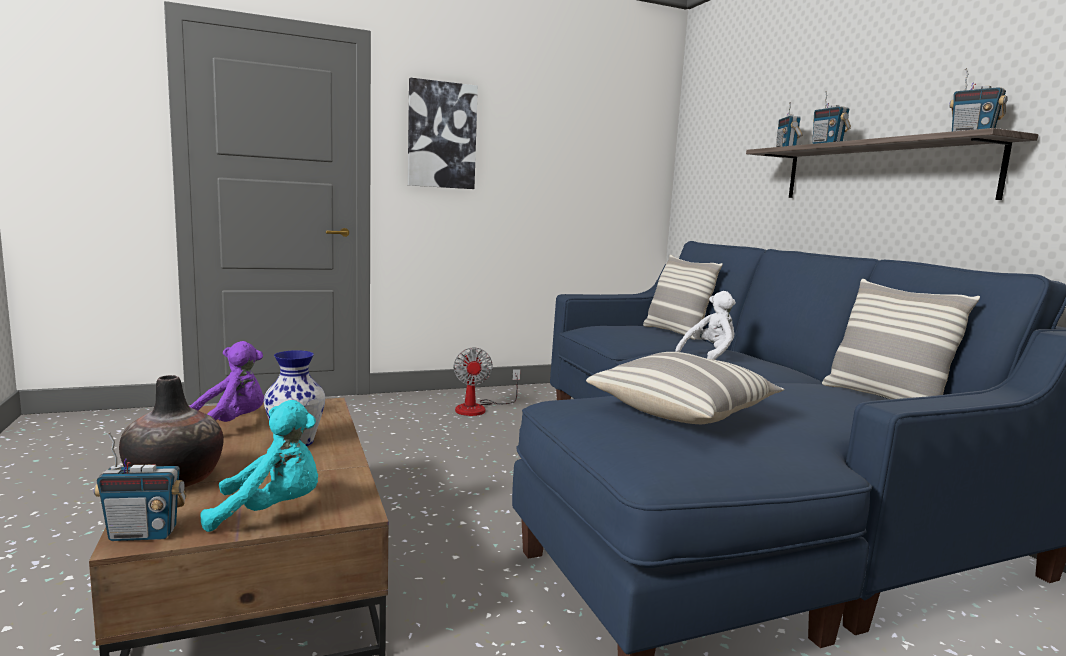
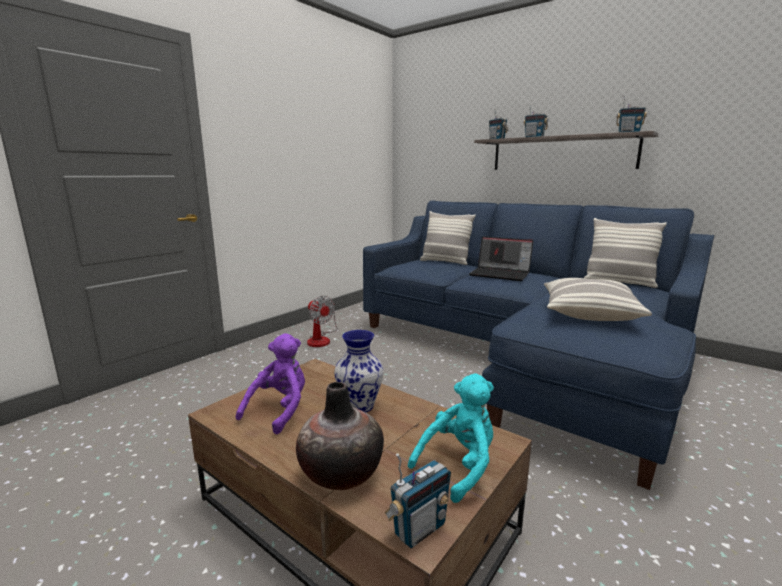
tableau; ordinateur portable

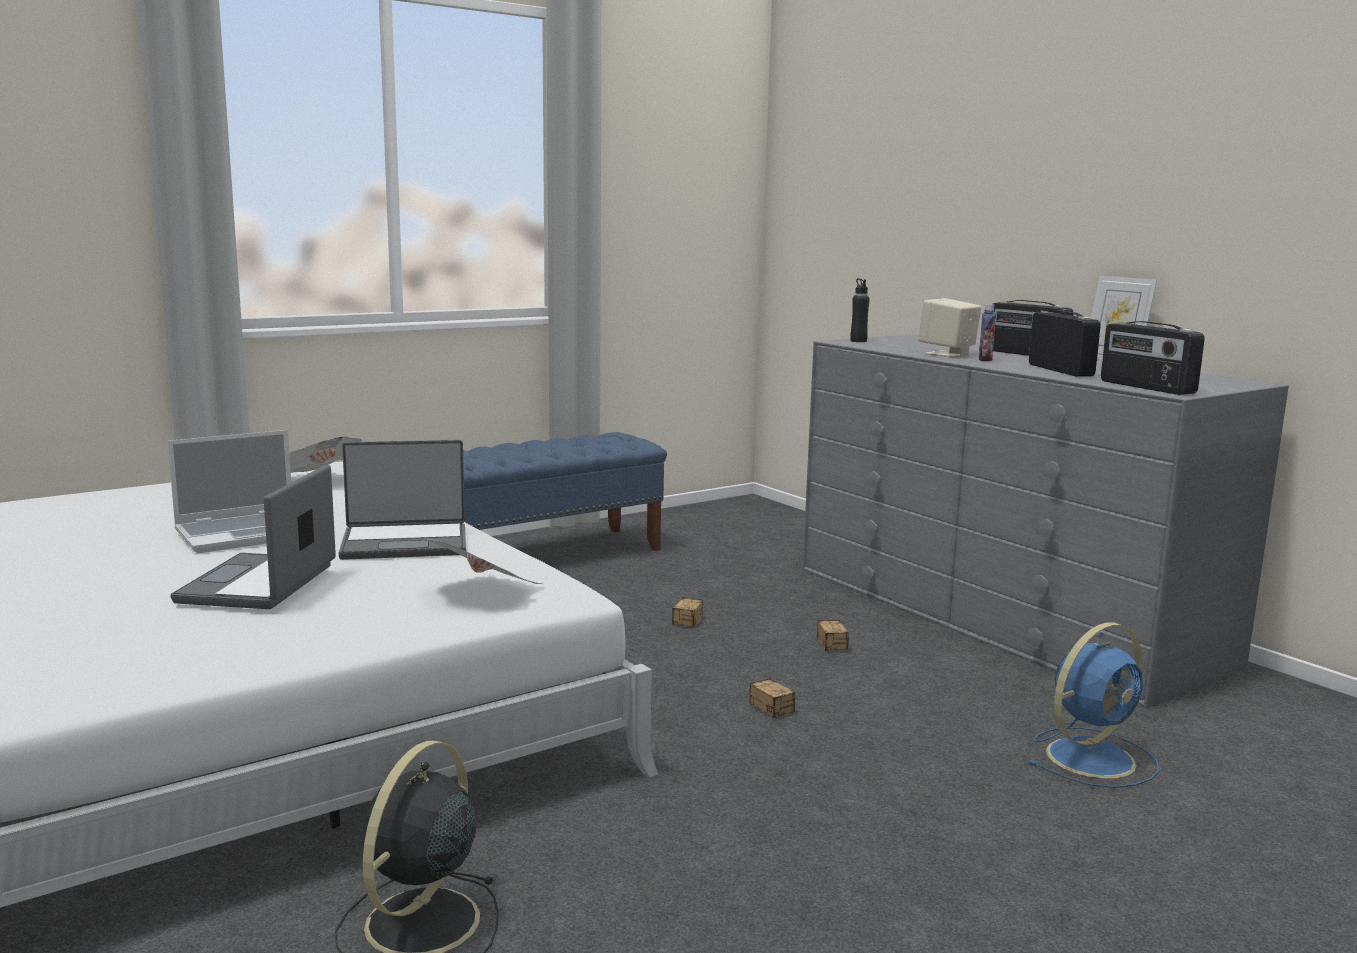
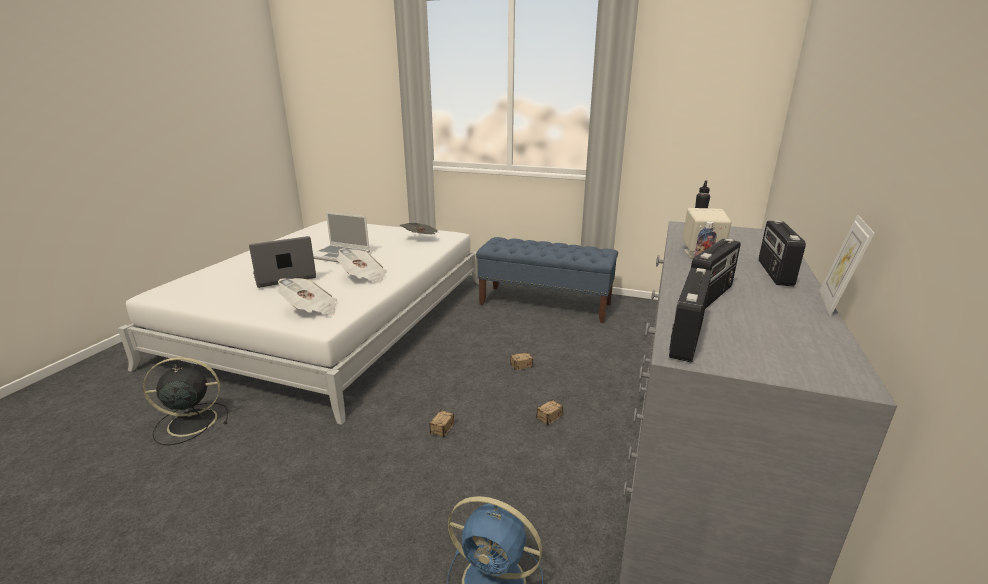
journal (no. 2 from left)

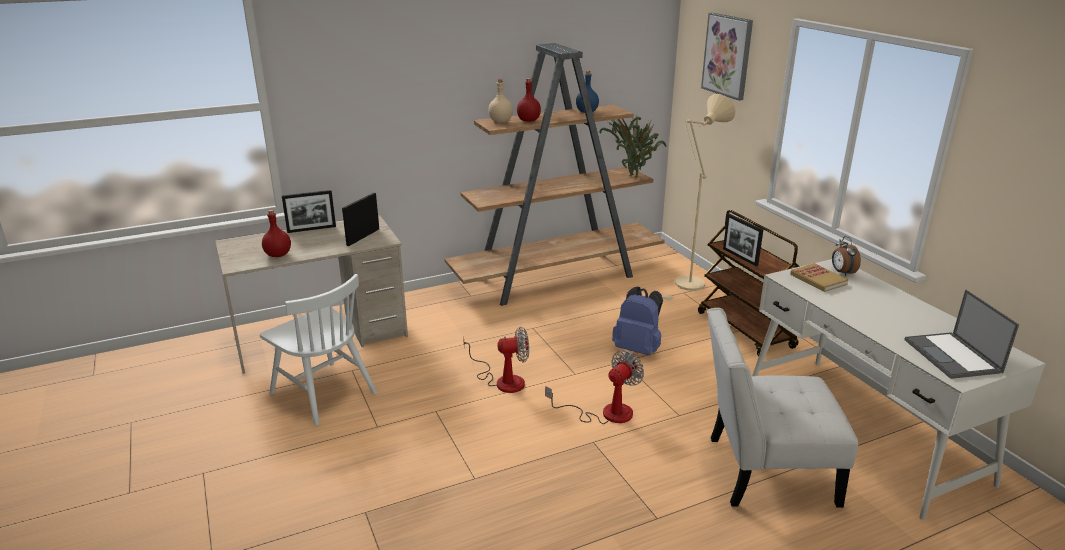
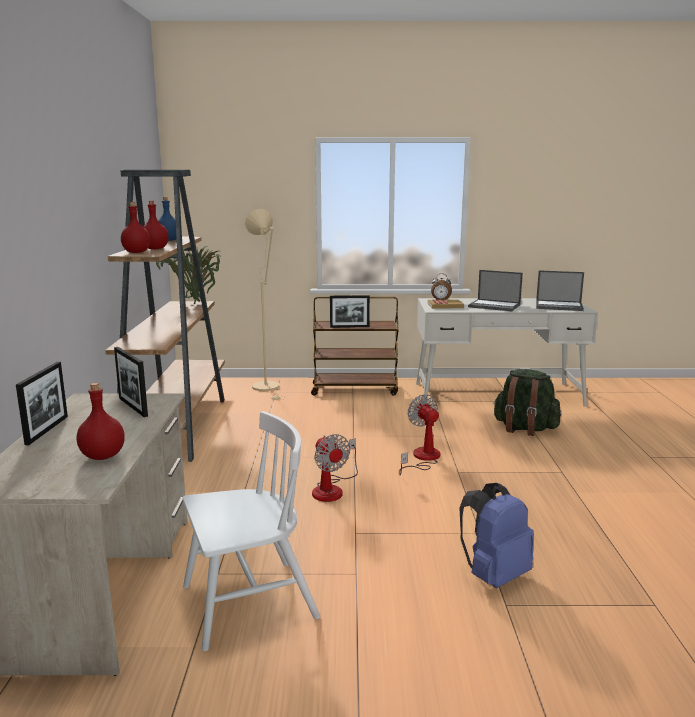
ventilateur (no. 1 from left); bouteille/rouge (no. 2 from left); sac à dos/bleu; tableau; sac à dos/vert; ordinateur portable (no. 1 from left)

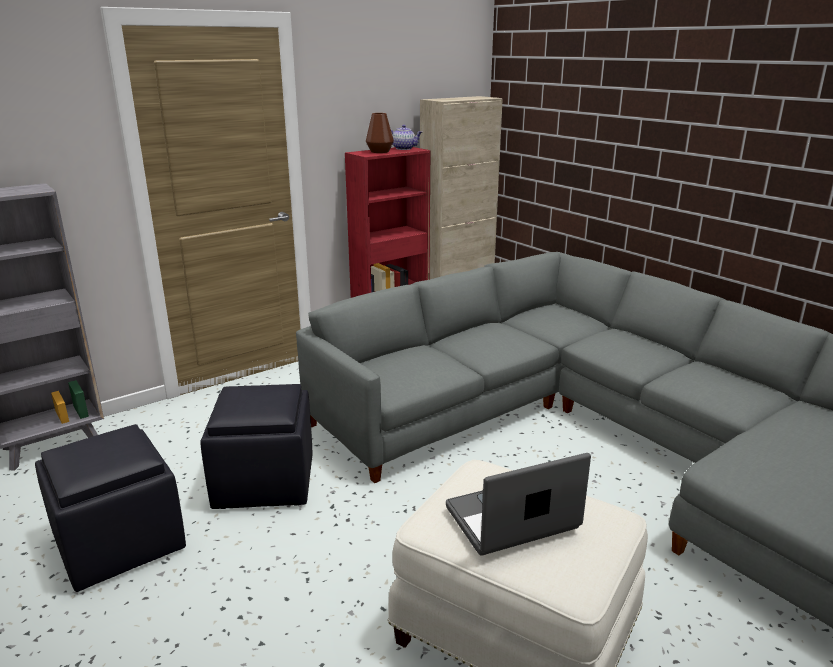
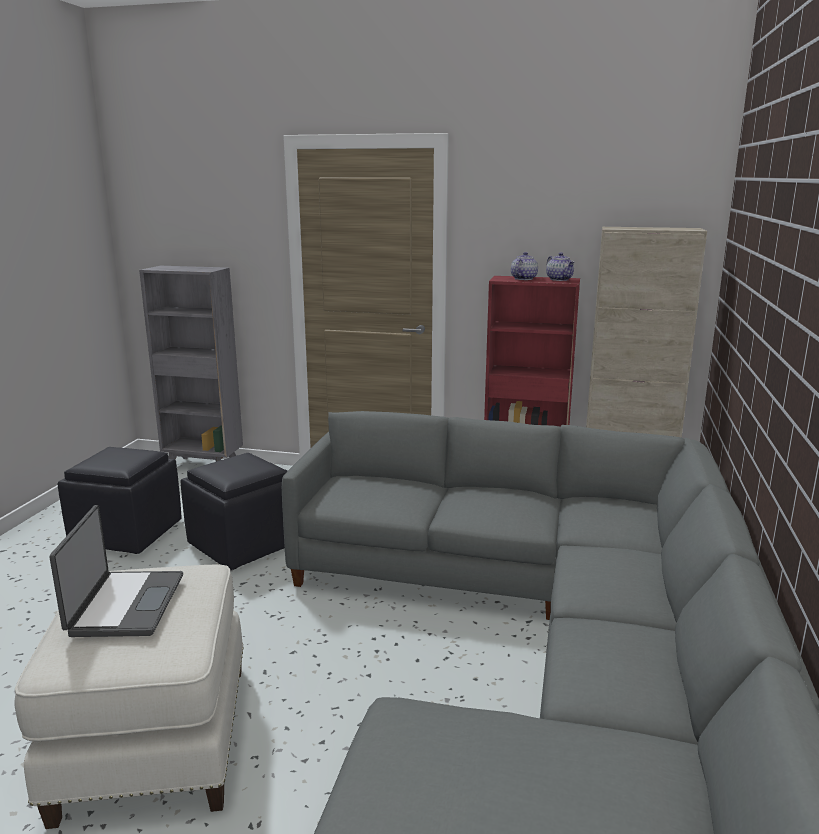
théière (no. 1 from left); ordinateur portable

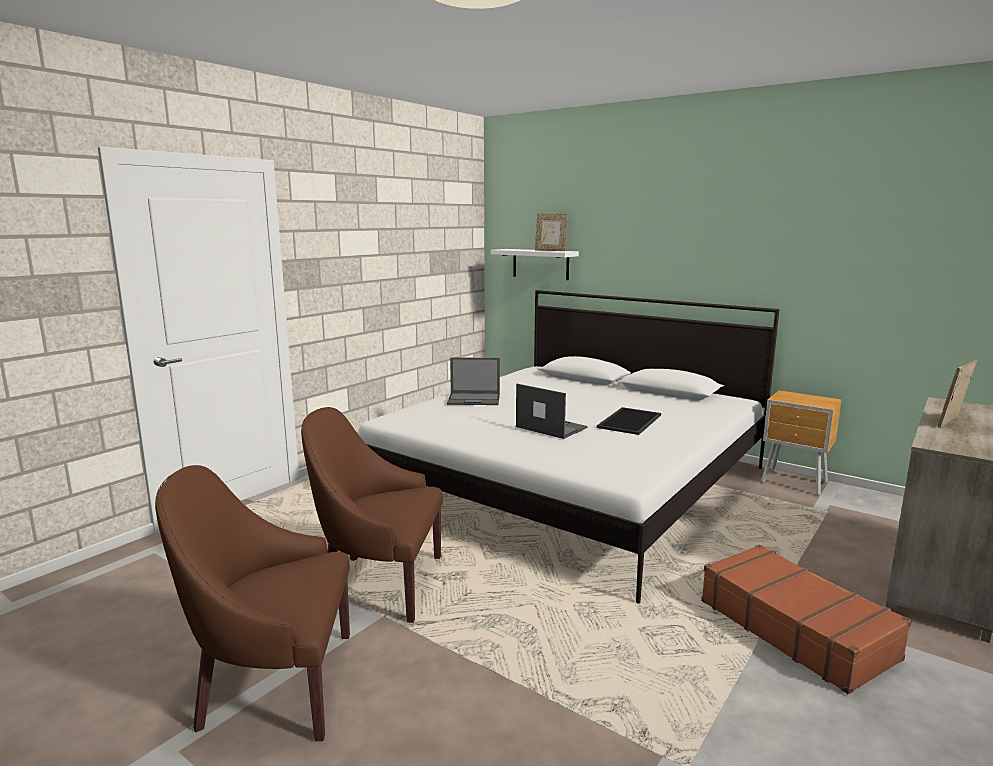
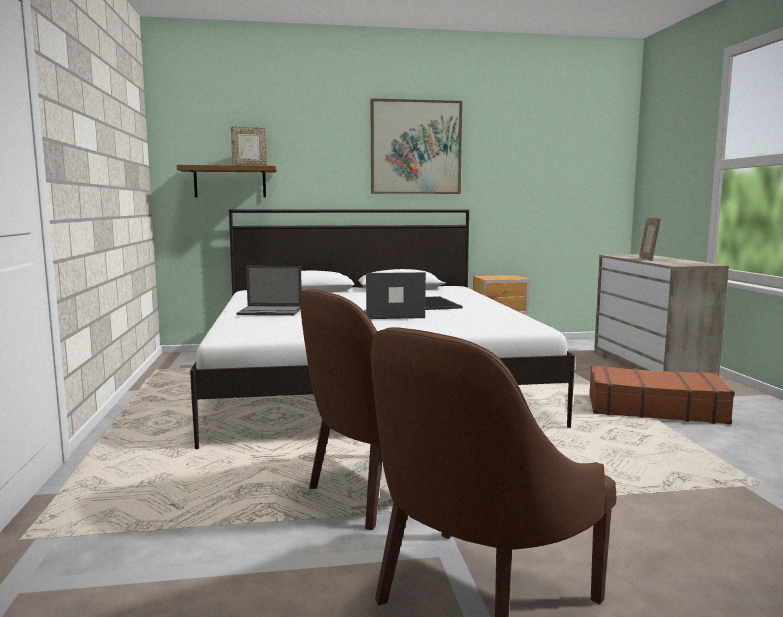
ordinateur portable (no. 1 from left); étagère/marron; tableau

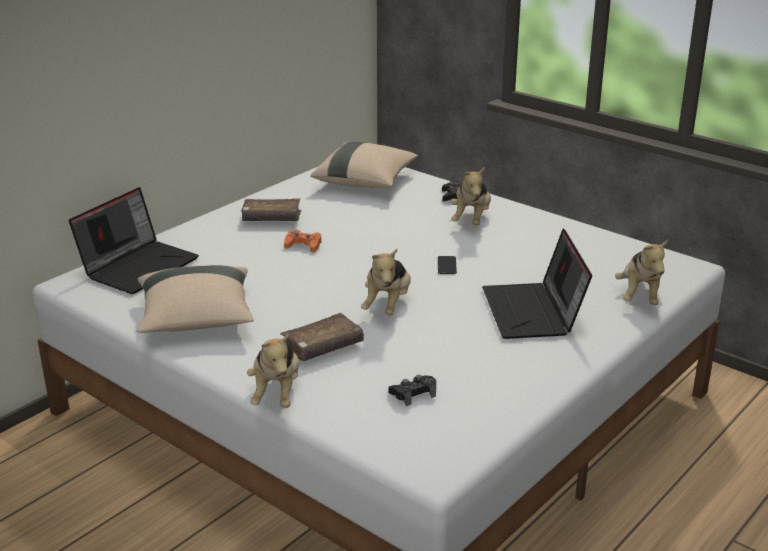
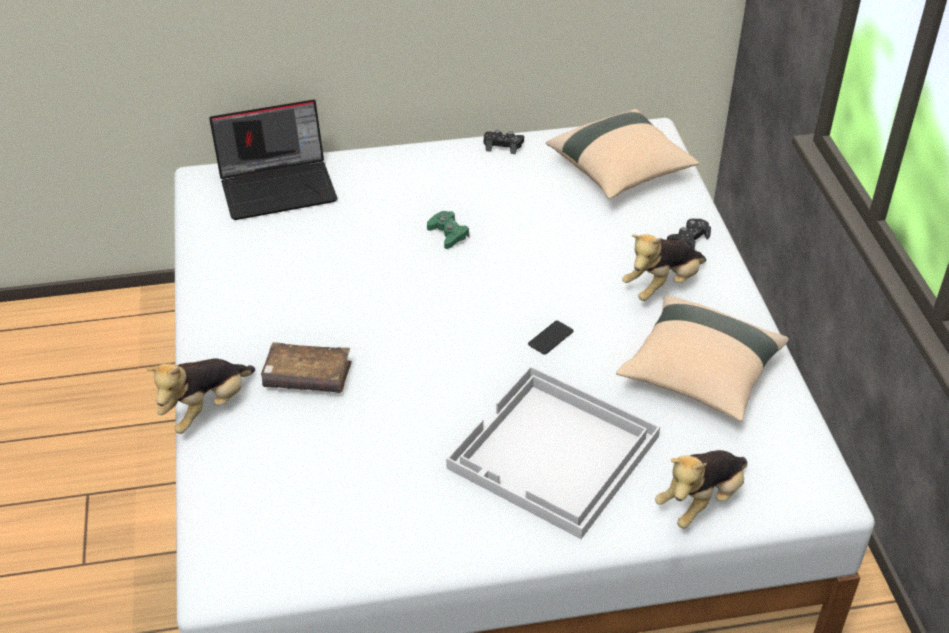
coussin/beige (no. 2 from left); livre/marron (no. 1 from left in the first image); manette/vert; peluche (no. 2 from left in the first image); manette/noir (no. 1 from left); plateau/blanc

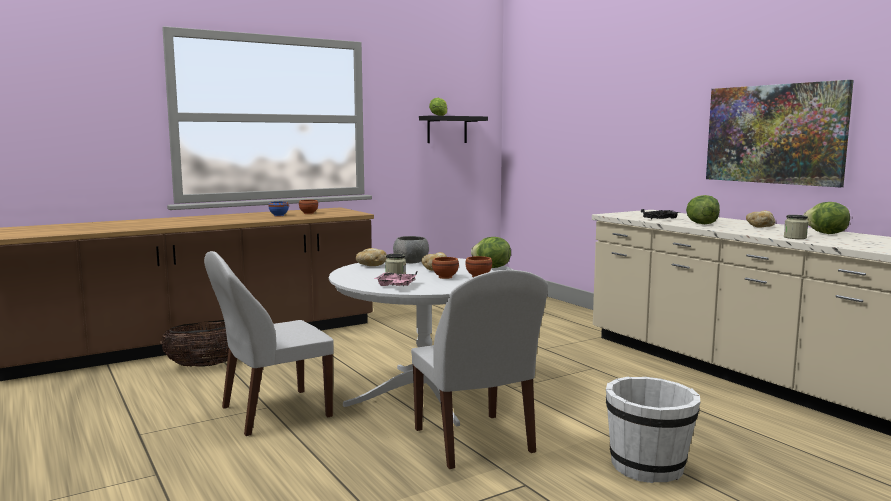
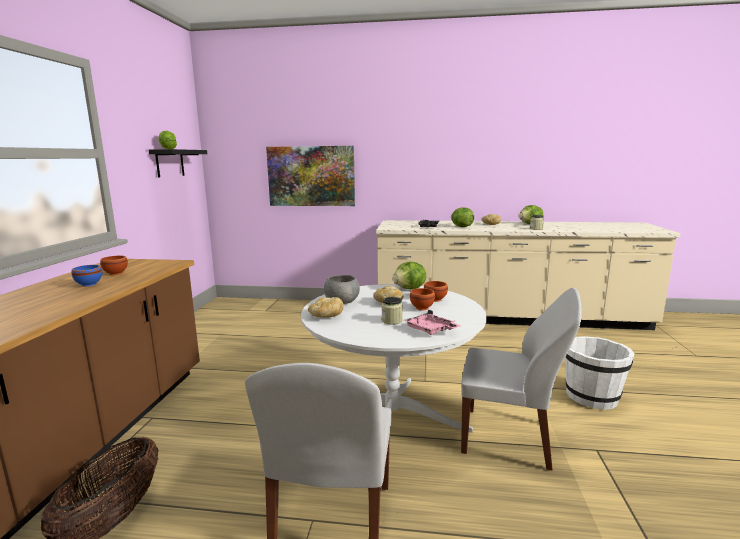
tableau

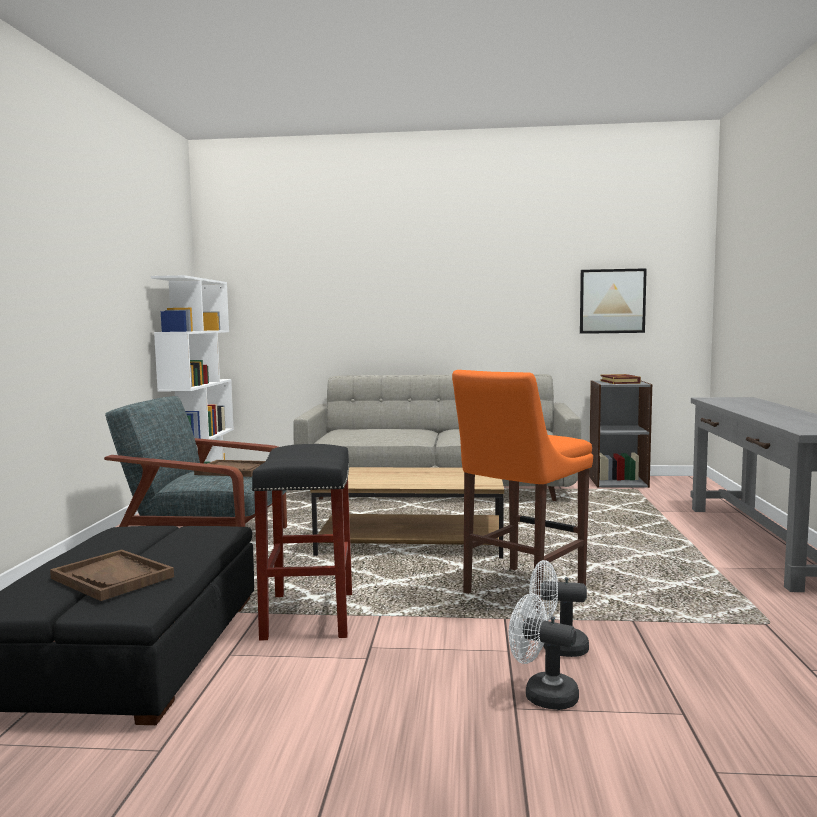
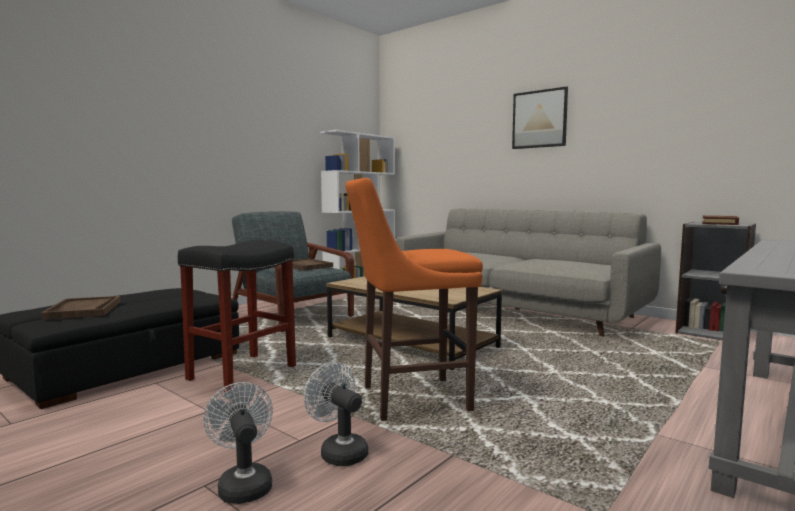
tableau

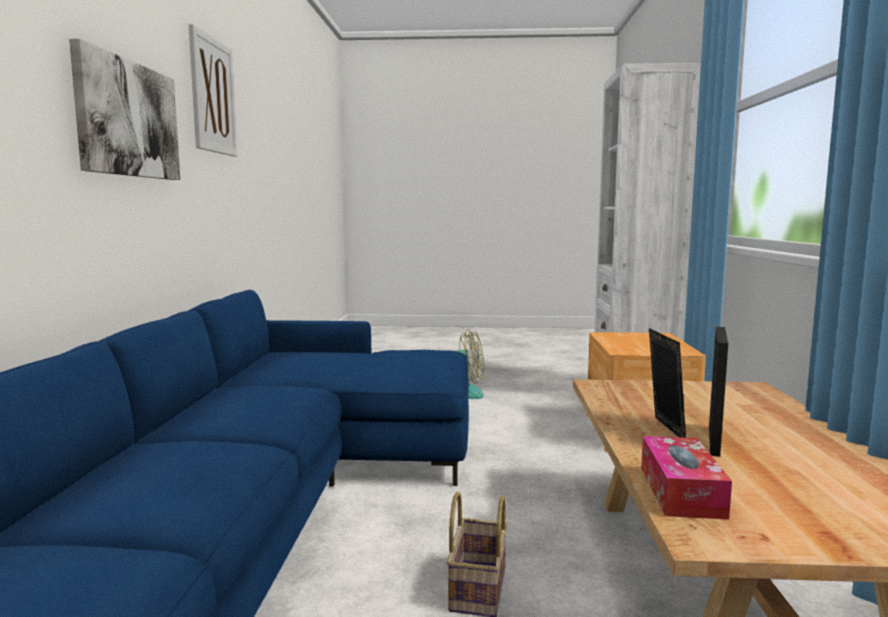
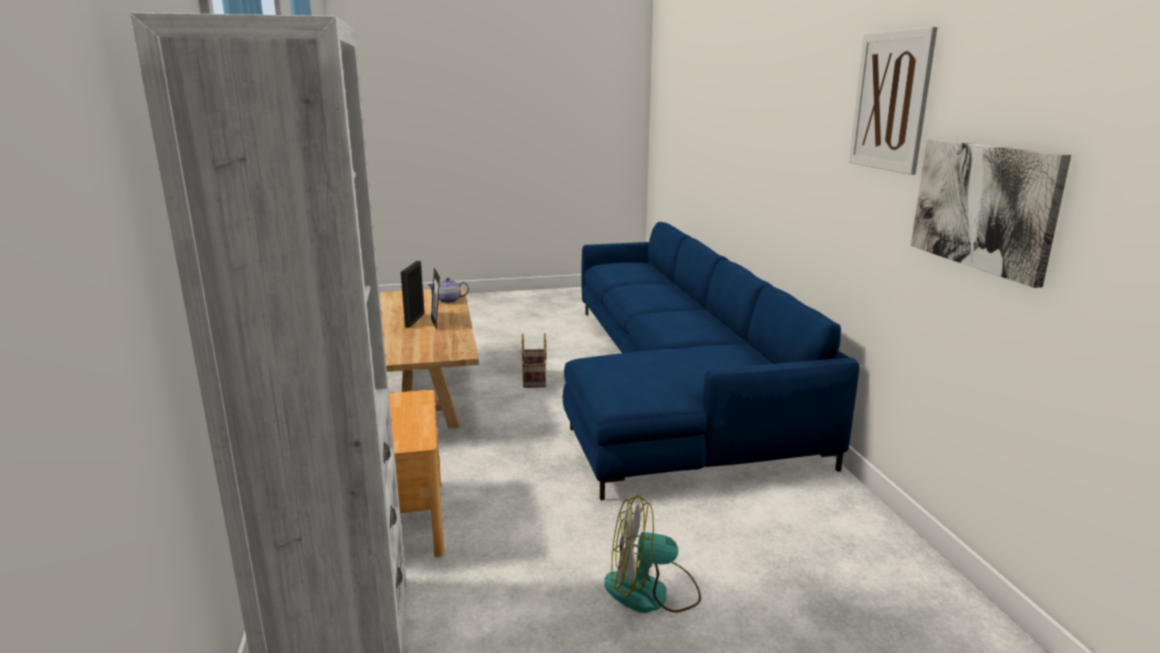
tableau (no. 2 from left); théière

